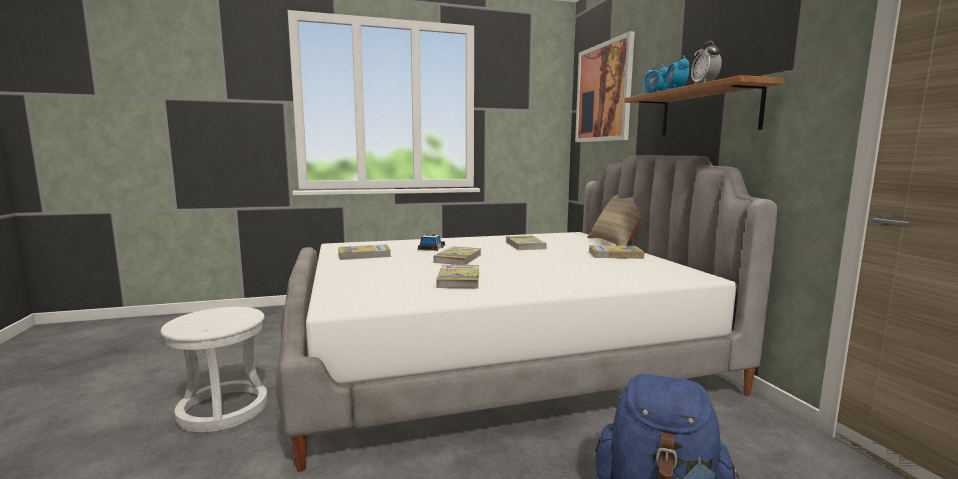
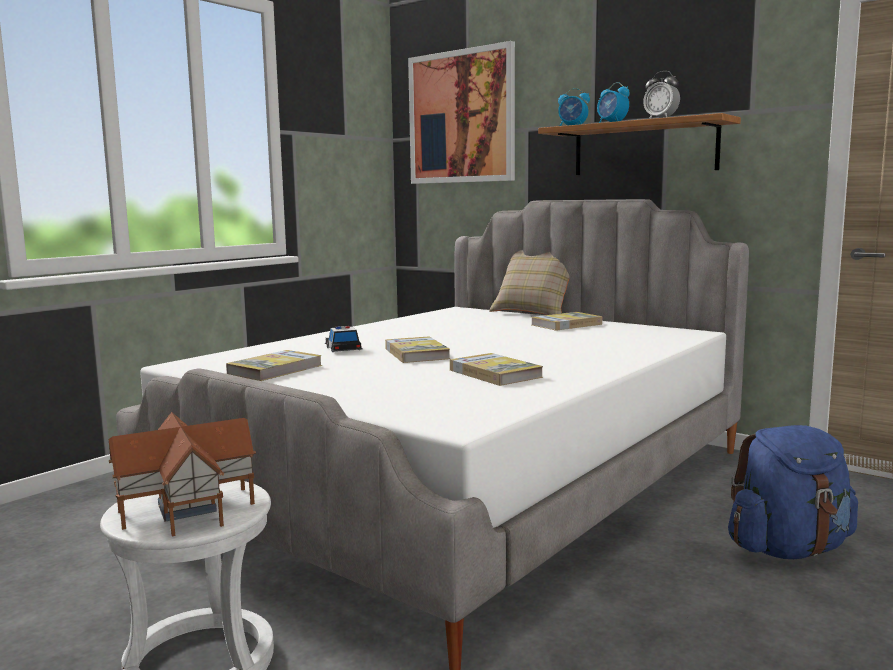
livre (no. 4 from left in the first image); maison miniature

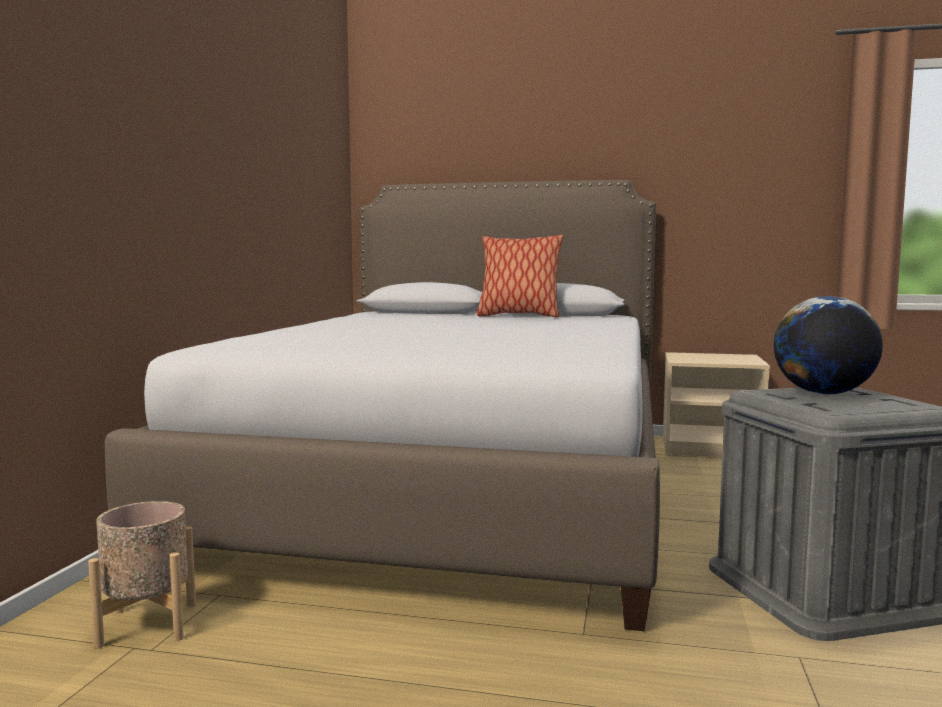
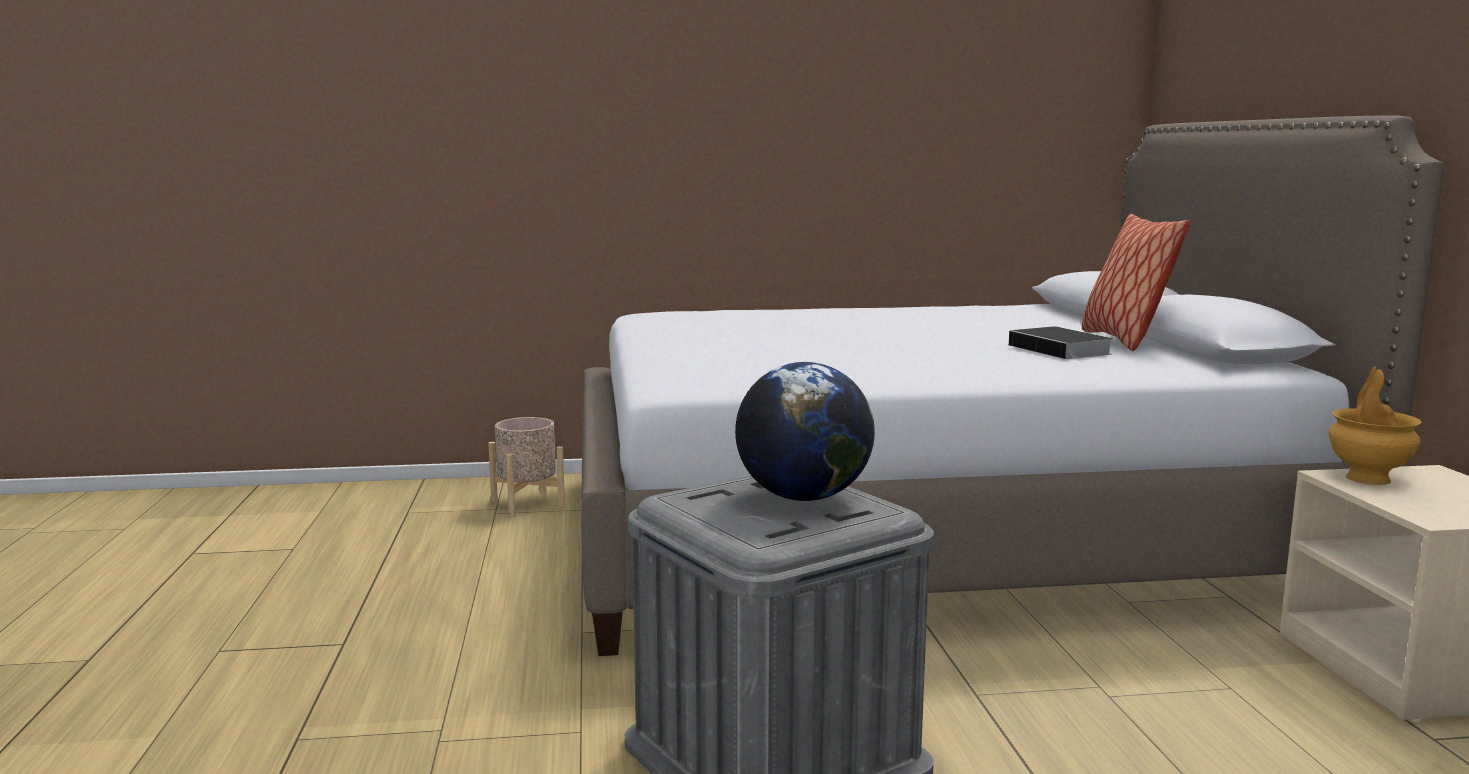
livre; vase/marron

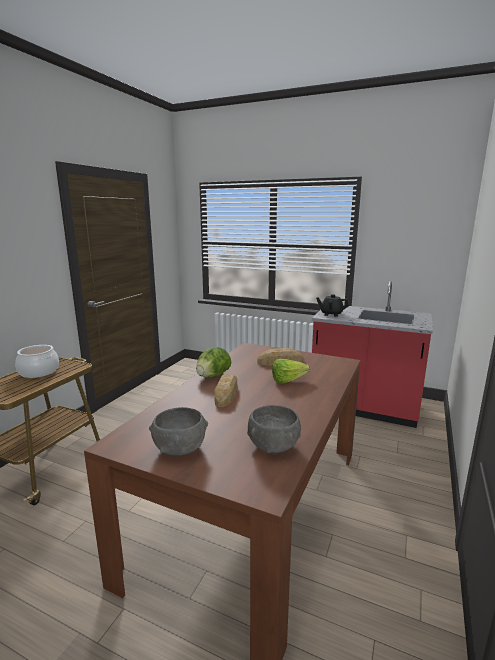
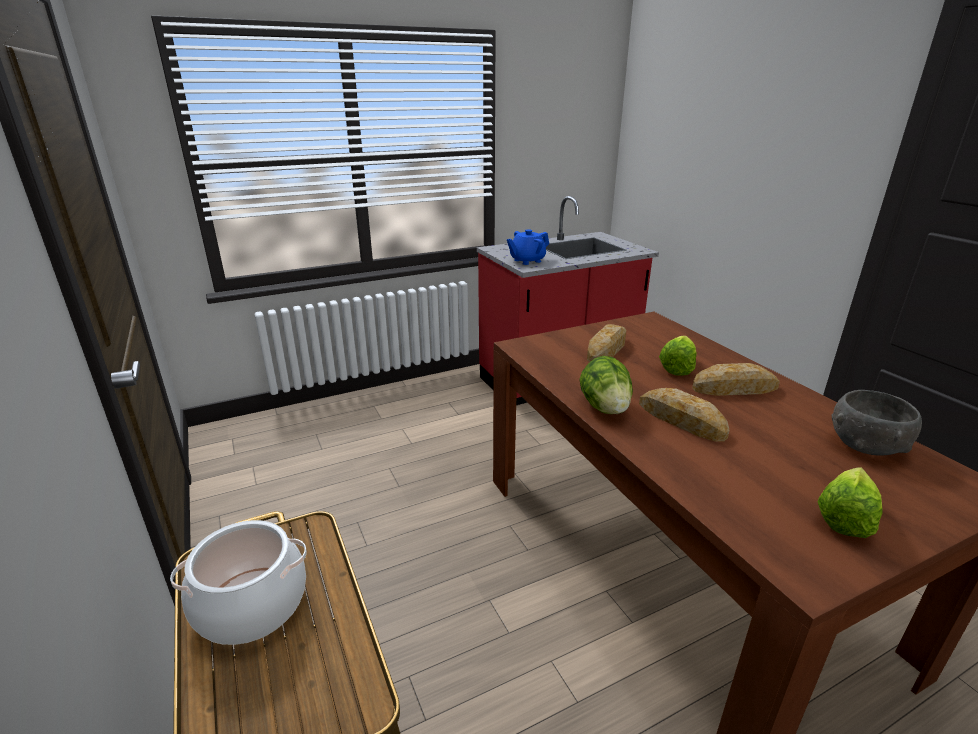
laitue (no. 3 from left); théière/bleu; pain (no. 3 from left)

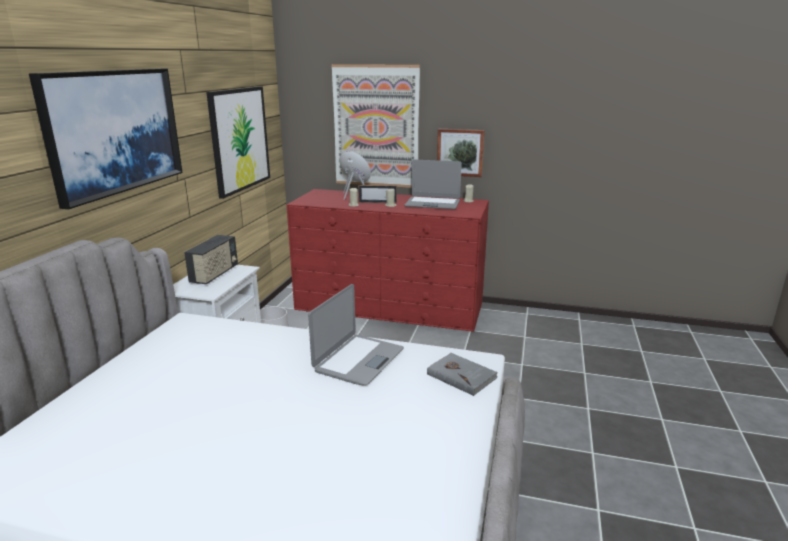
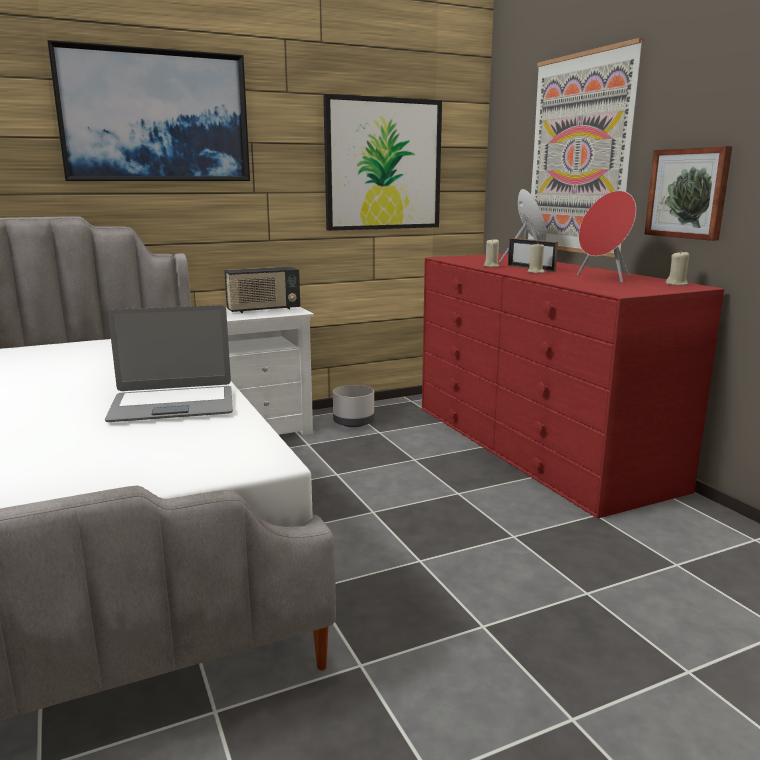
enceinte/rouge; livre/gris

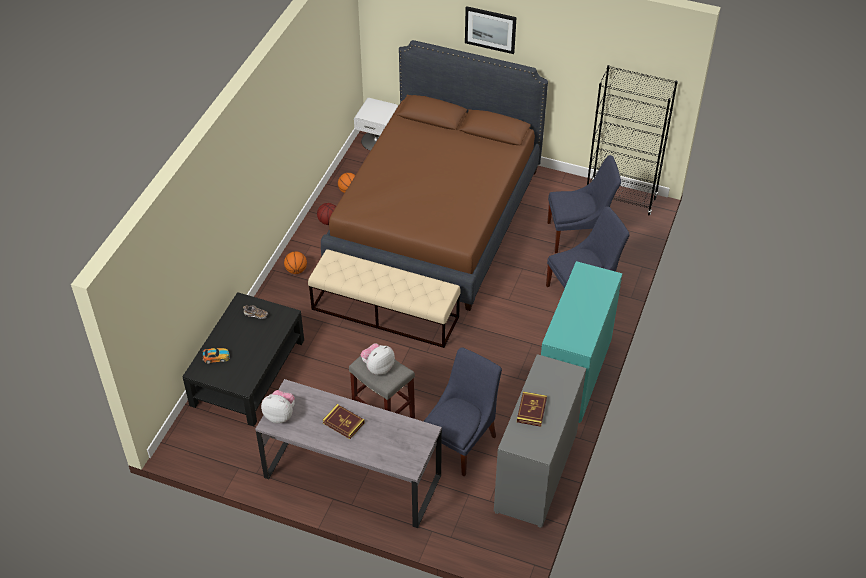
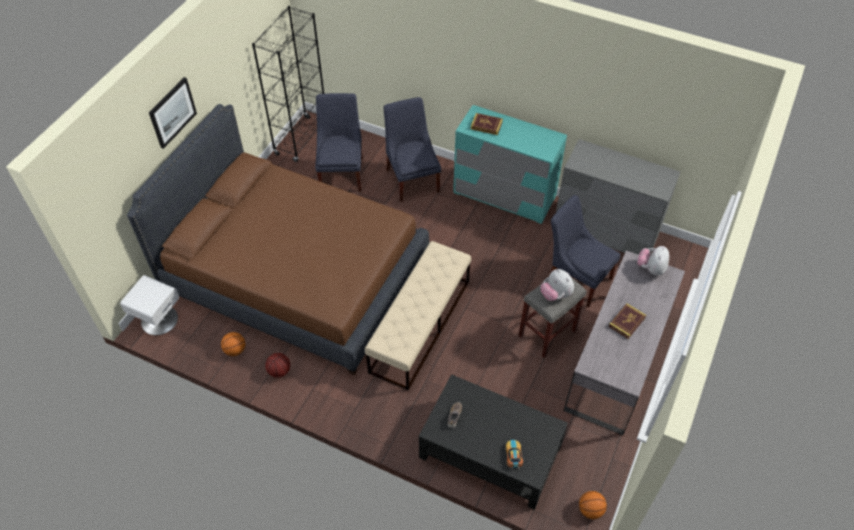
peluche (no. 2 from left); ballon de basket (no. 3 from left); livre (no. 1 from left)

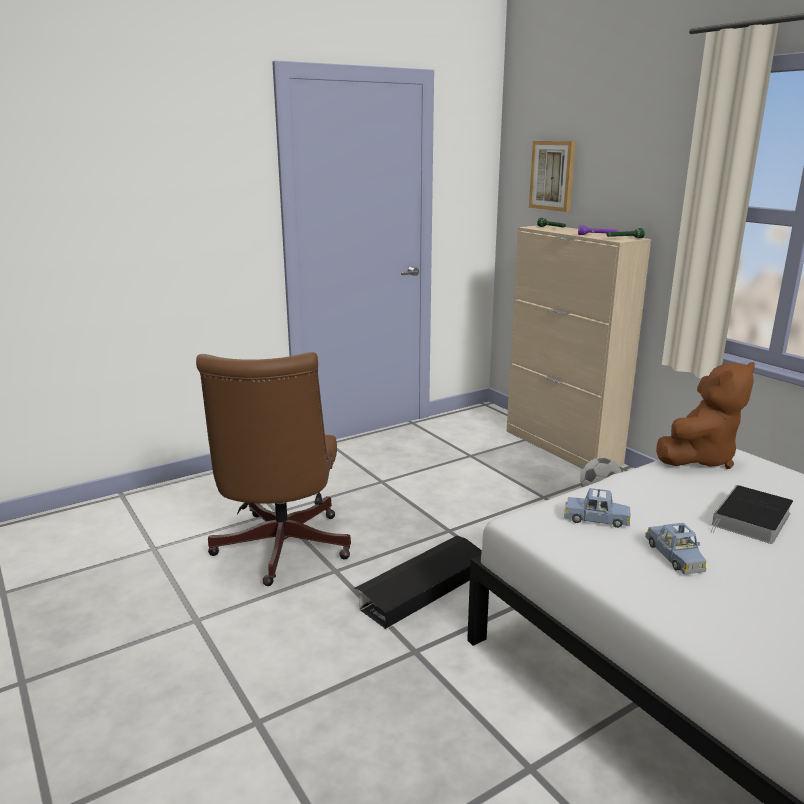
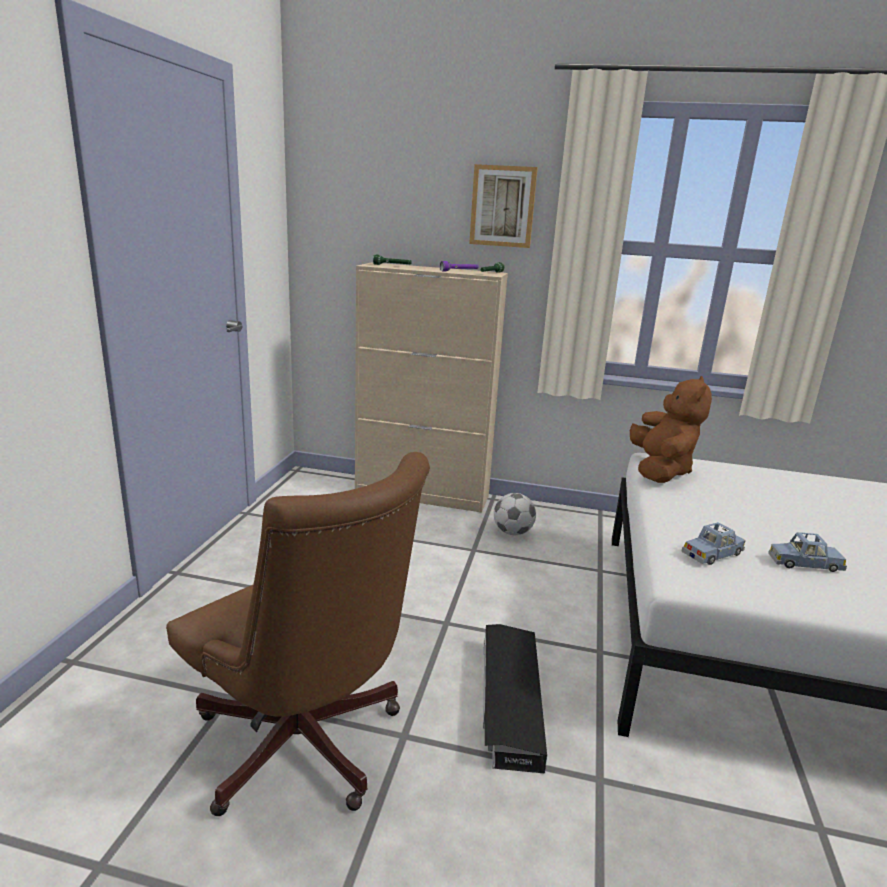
tableau; petite voiture/bleu (no. 2 from left); livre

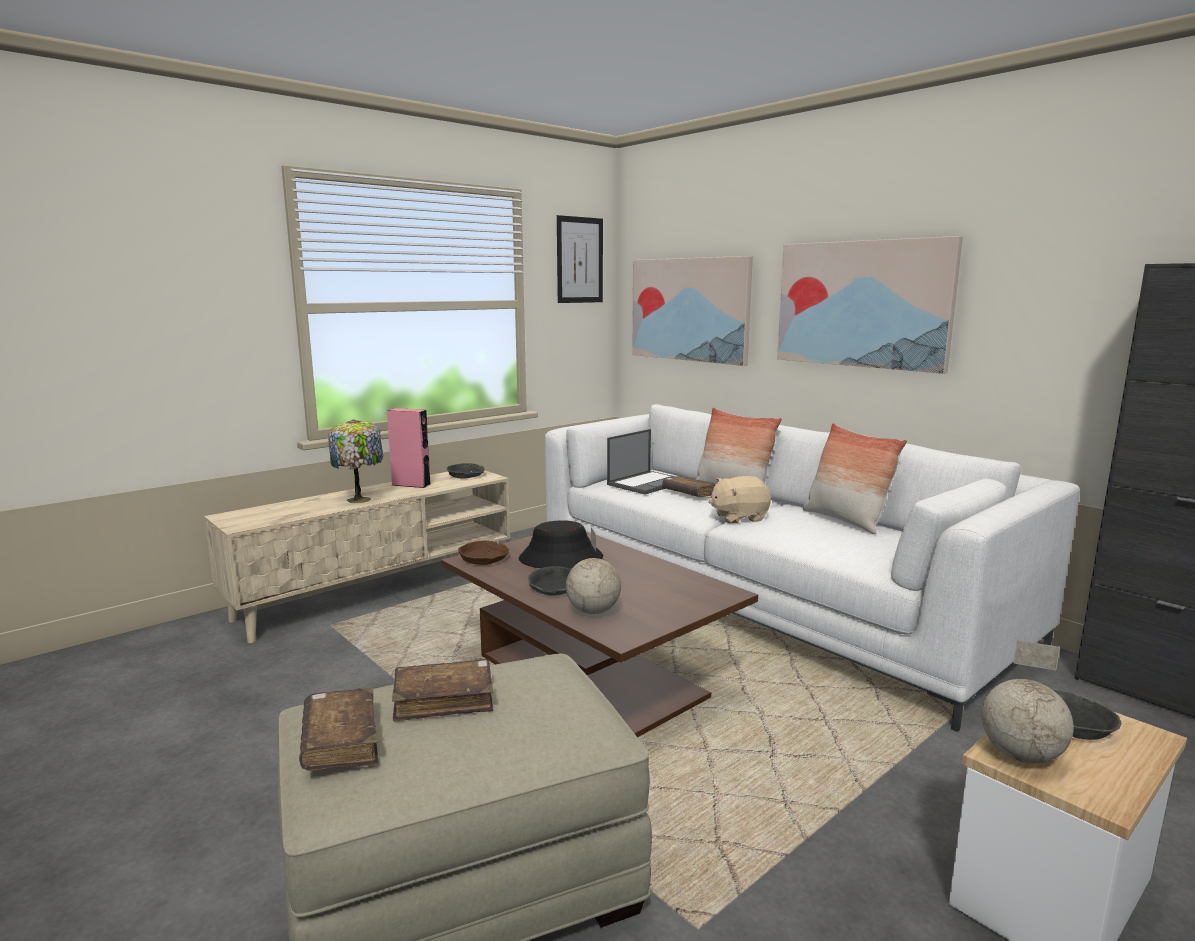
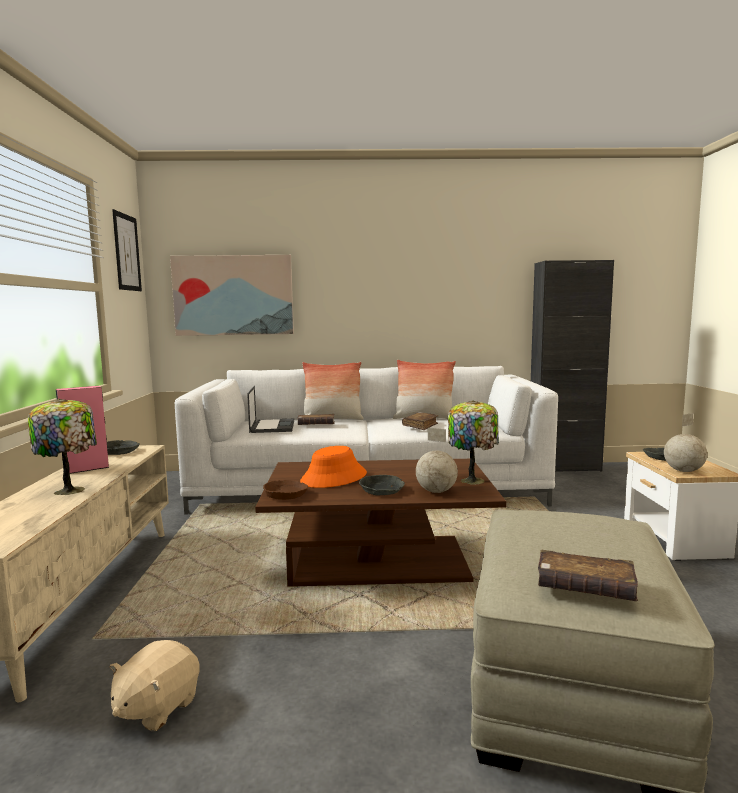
livre/marron (no. 2 from left); chapeau/orange; peluche/beige; tableau (no. 3 from left in the first image); lampe de table (no. 2 from left)

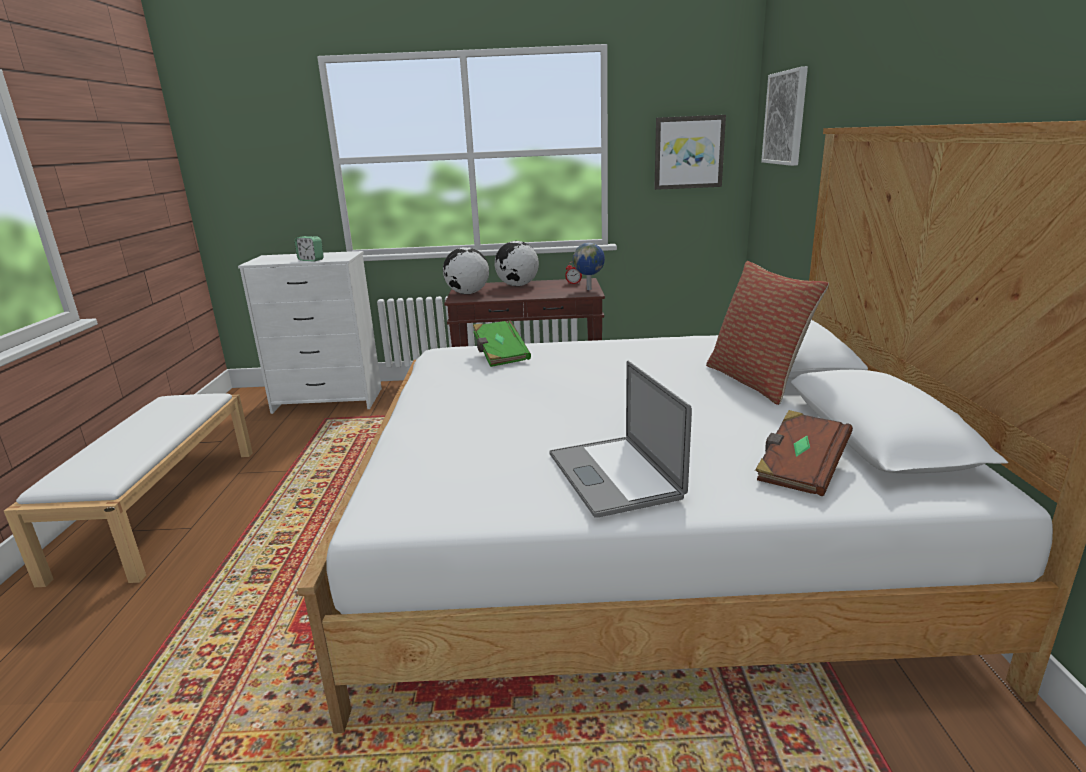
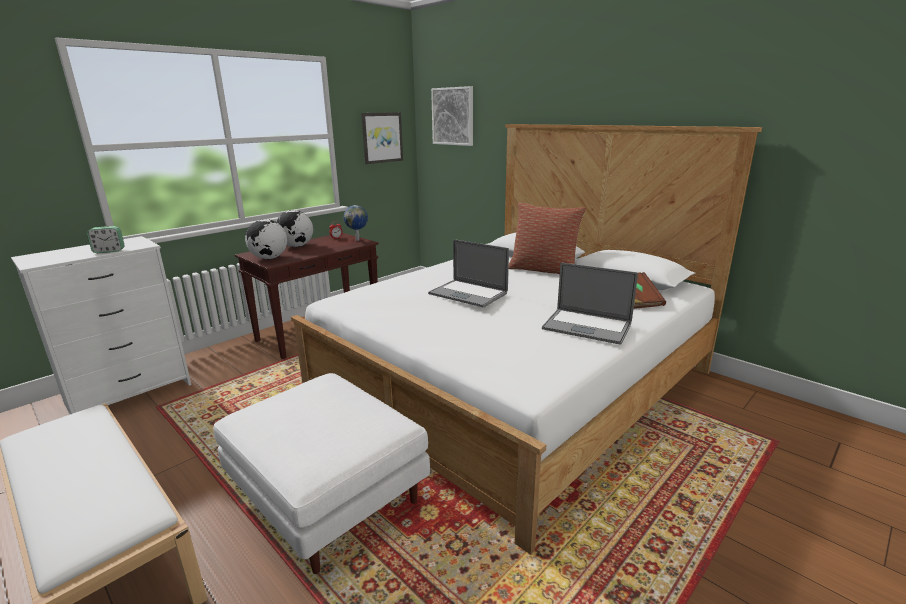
livre/vert; pouf/blanc; ordinateur portable (no. 1 from left)

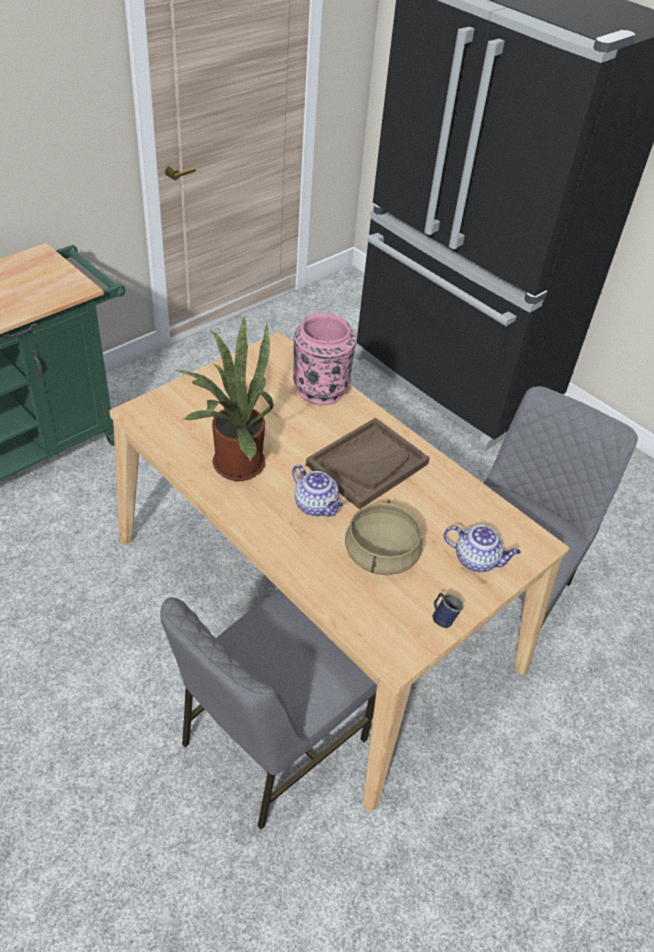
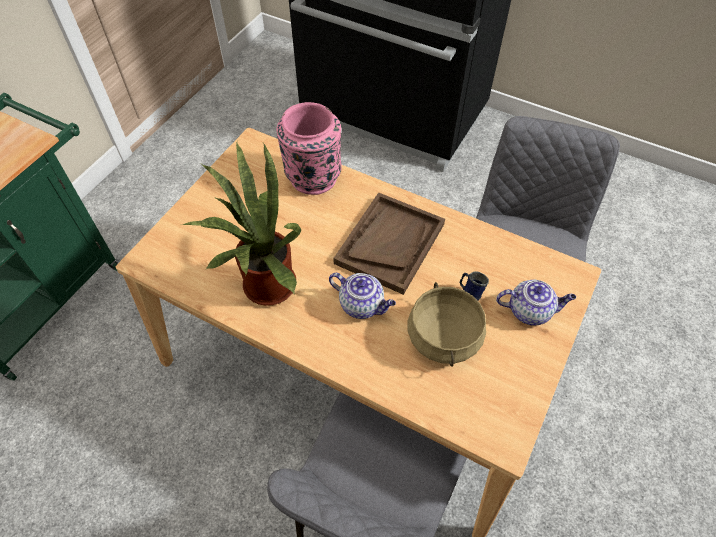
mug/bleu

